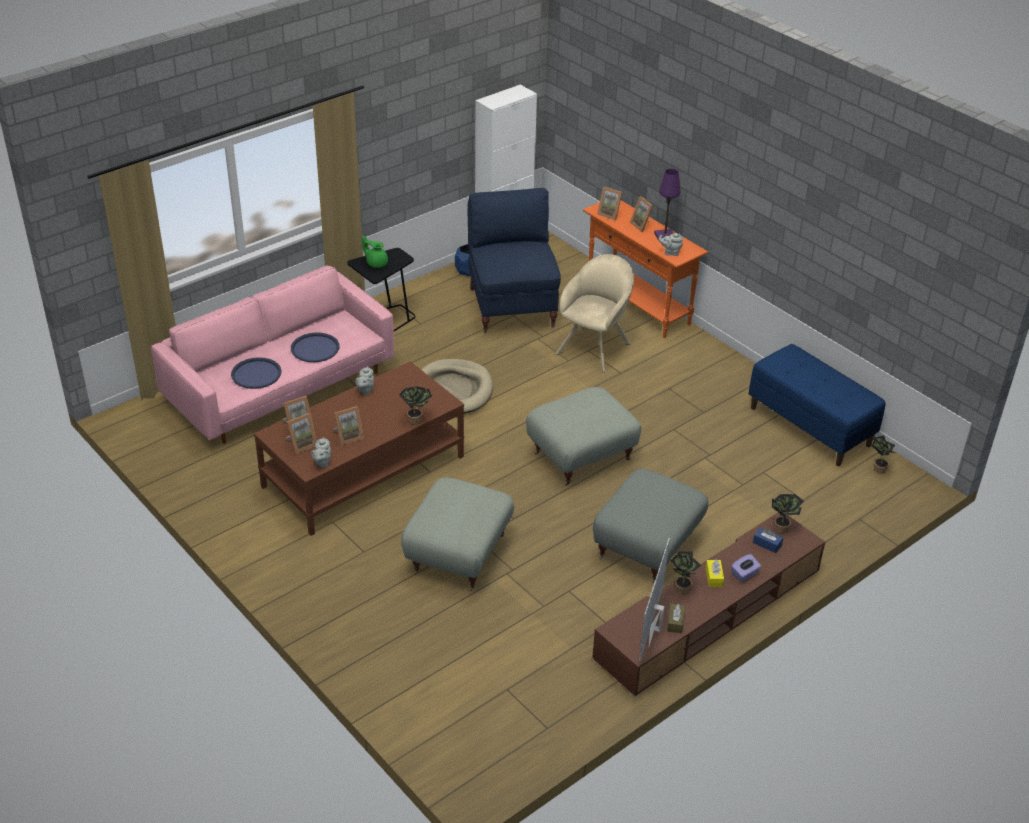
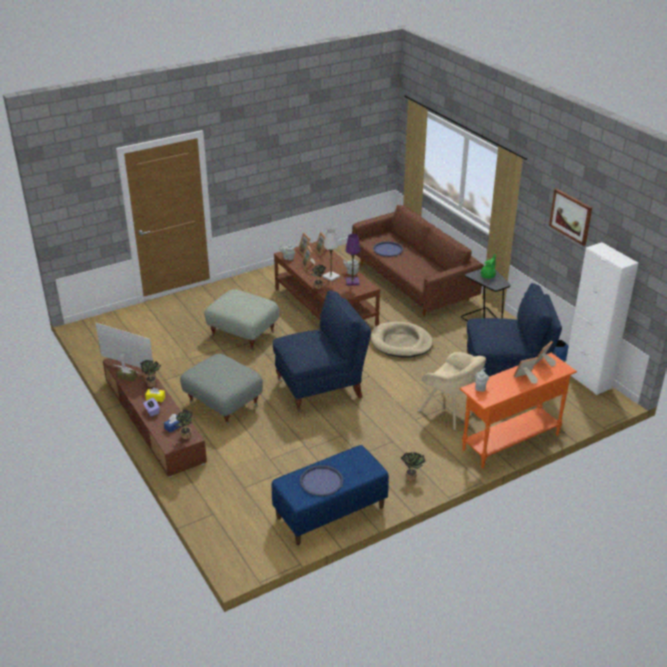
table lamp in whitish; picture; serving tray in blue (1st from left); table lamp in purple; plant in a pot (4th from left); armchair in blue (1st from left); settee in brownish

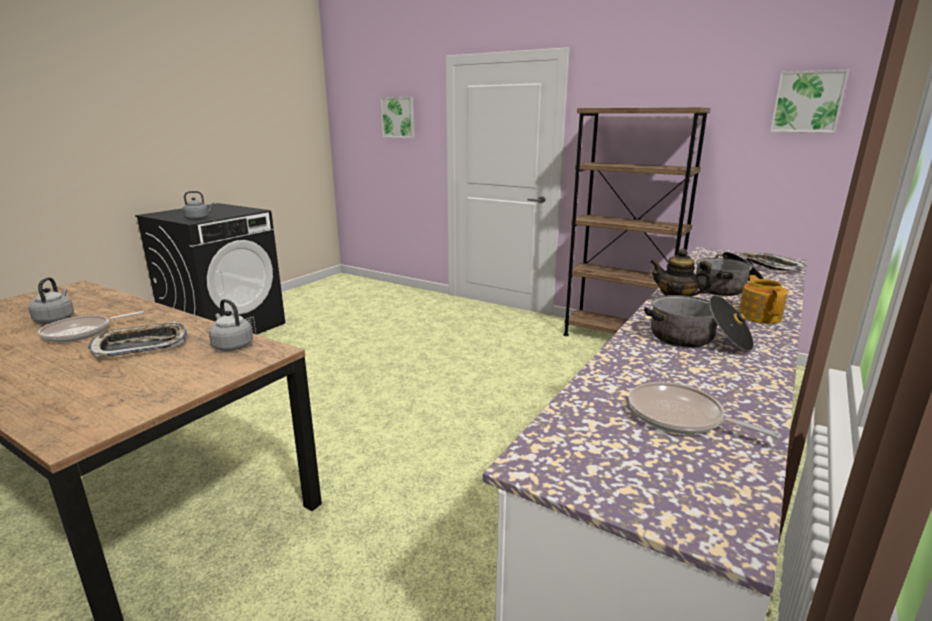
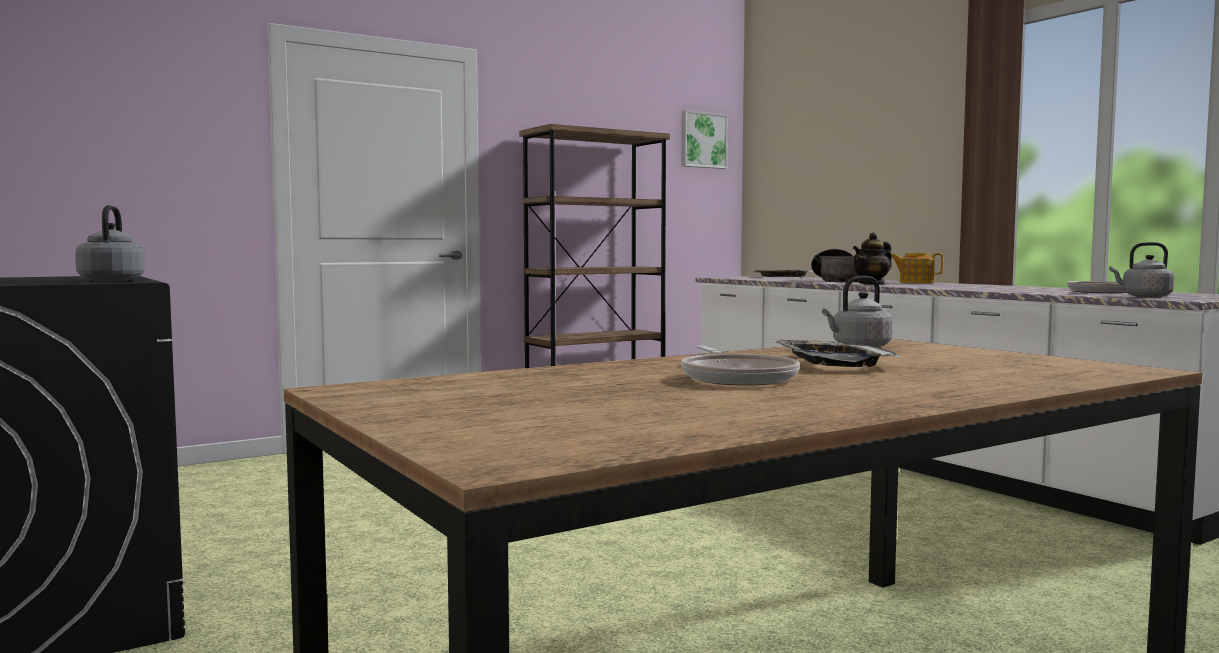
picture (1st from left in the first image); saucepot (1st from left in the first image); water kettle in grey (3rd from left)

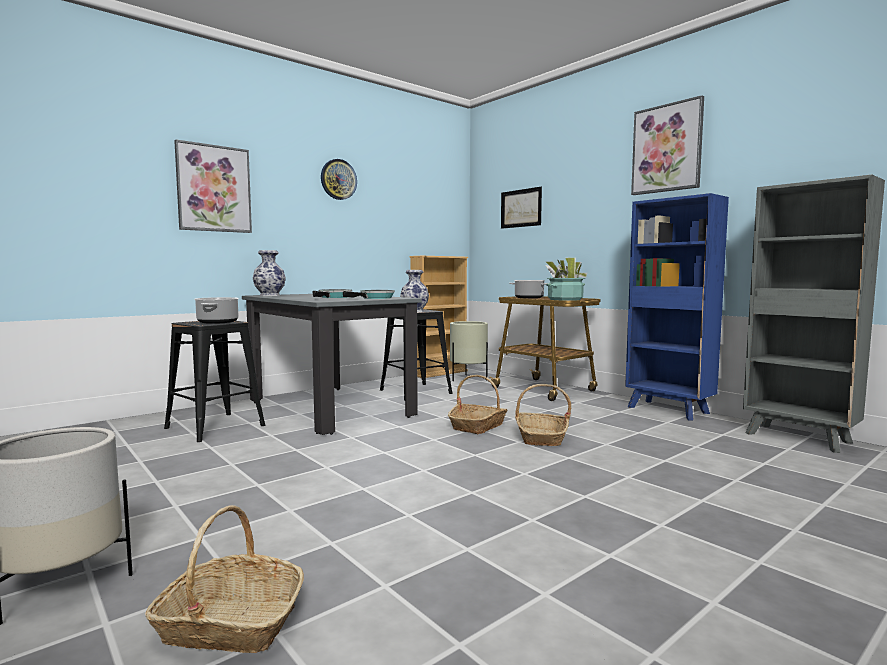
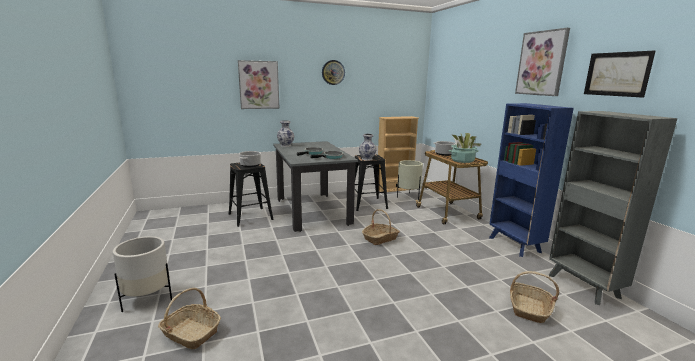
picture (3rd from left); storage basket (3rd from left)

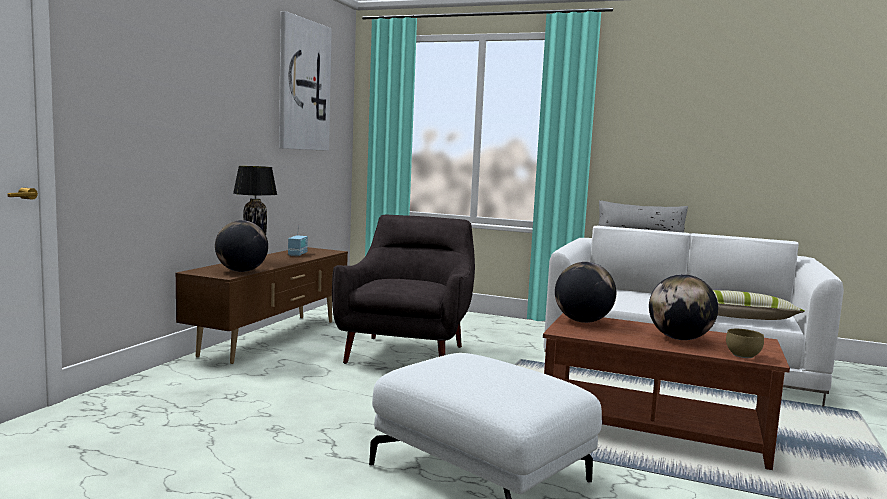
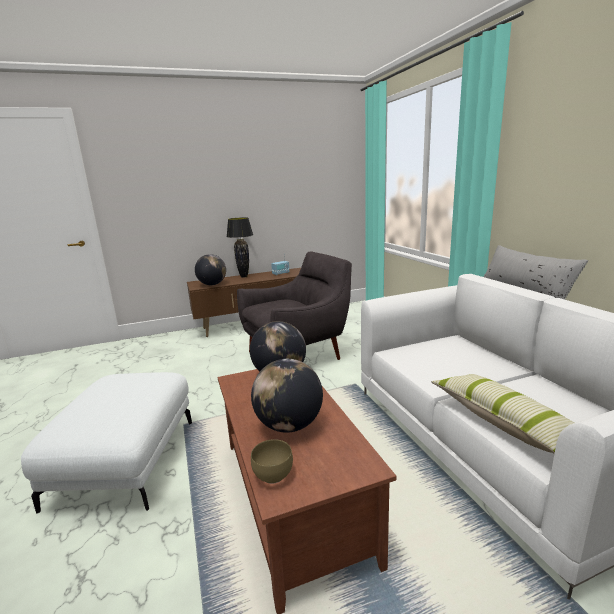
picture

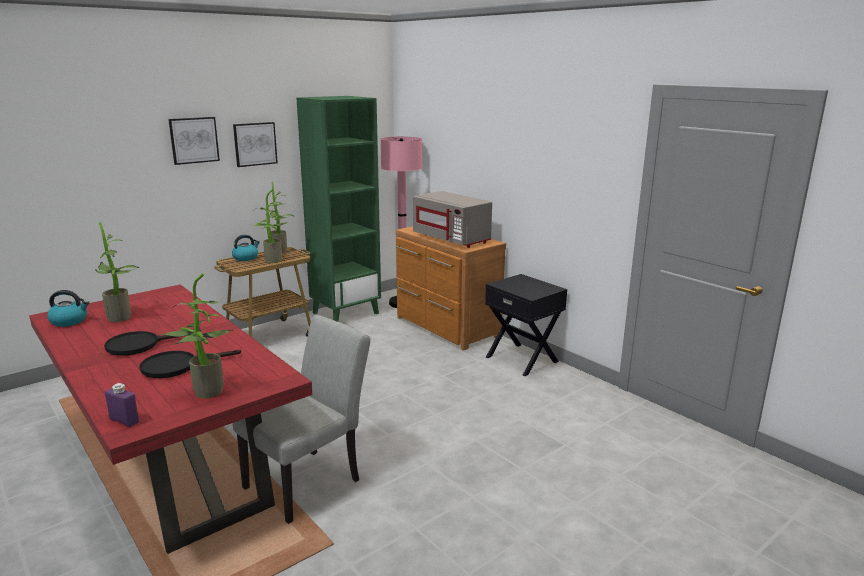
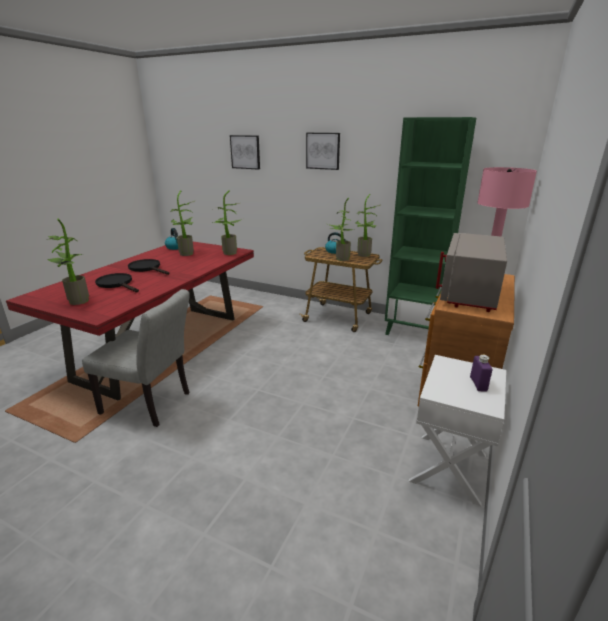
plant in a pot (3rd from left); drink bottle in purple; picture (1st from left); nightstand in whitish

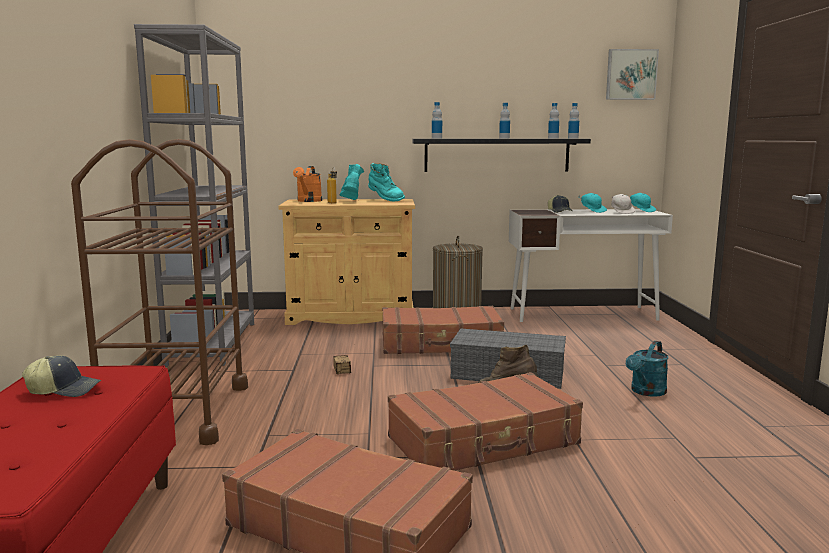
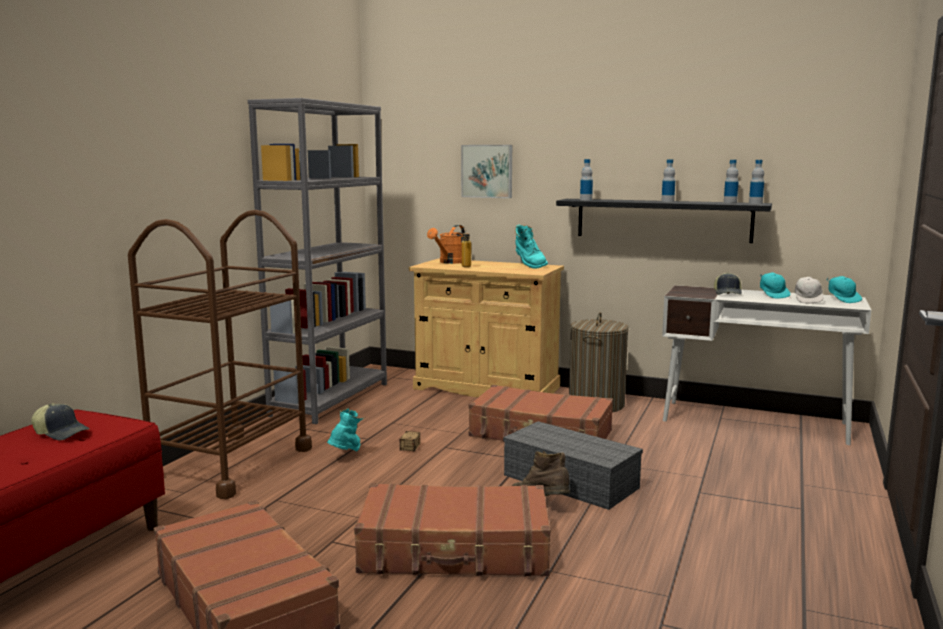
watering pot in blue-green; boot in blue-green (1st from left); picture

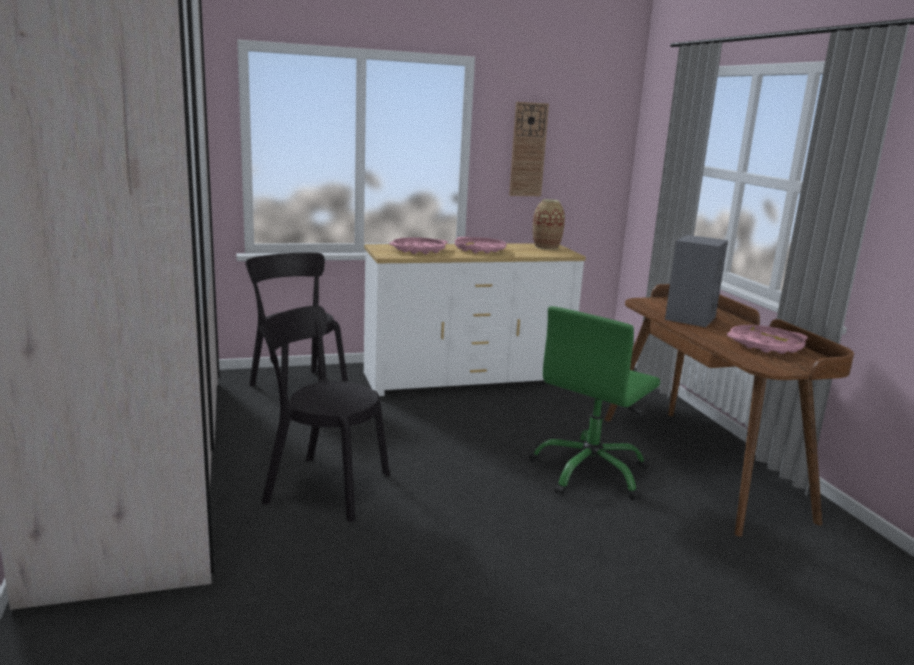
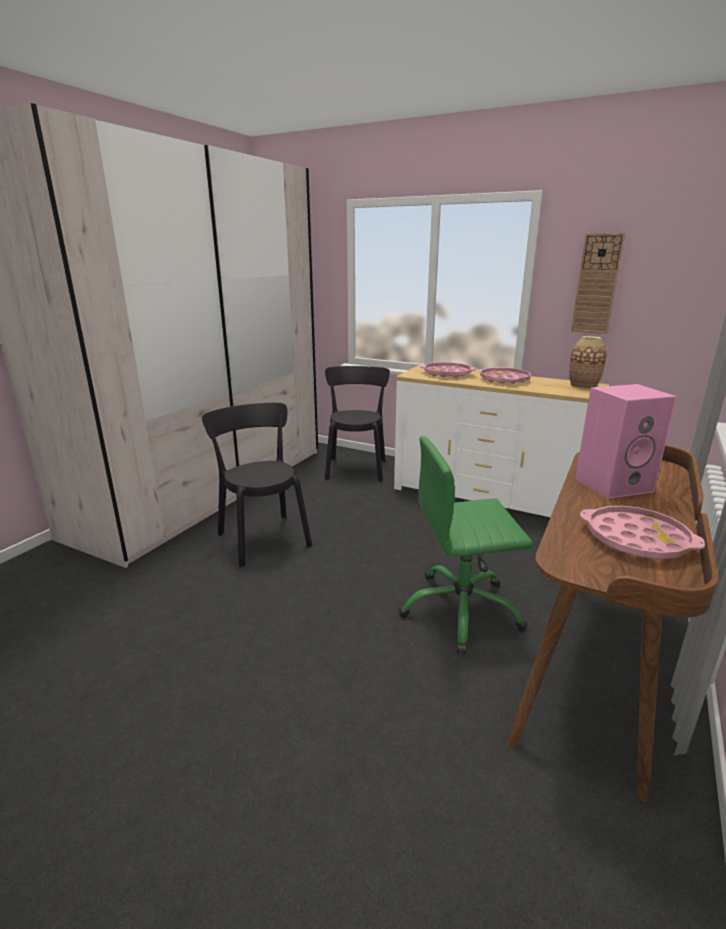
speaker in pinkish

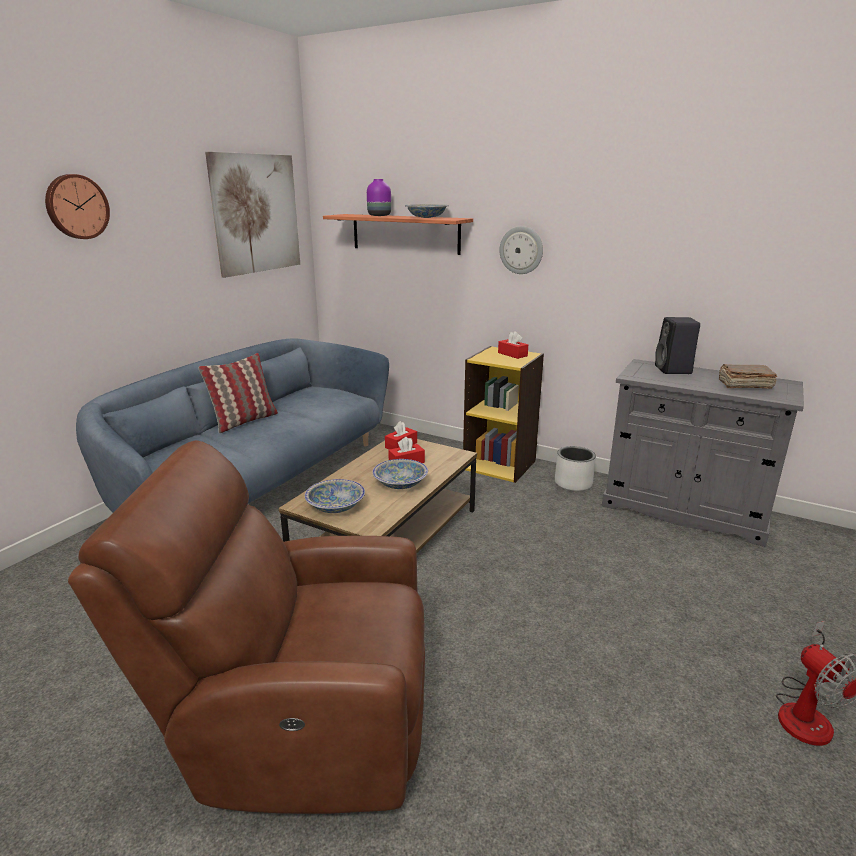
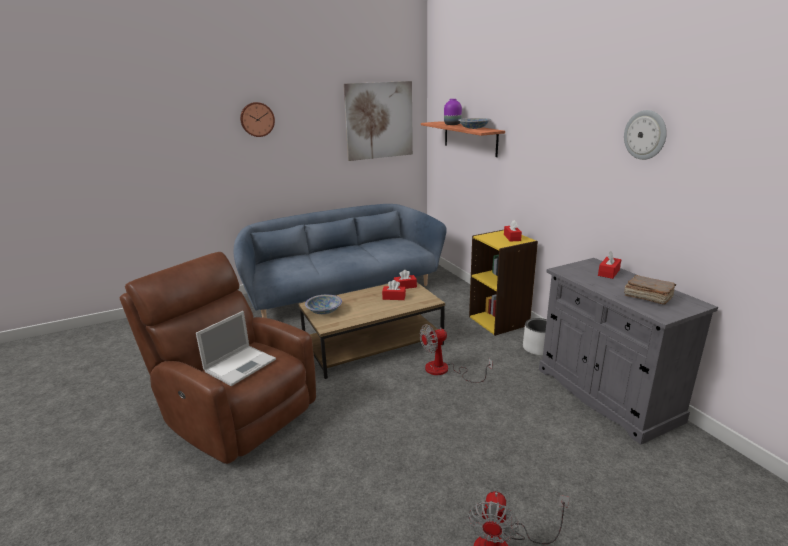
pillow; serving bowl (2nd from left in the first image); laptop; fan (1st from left); wall clock (2nd from left); box of tissues in reddish (4th from left)

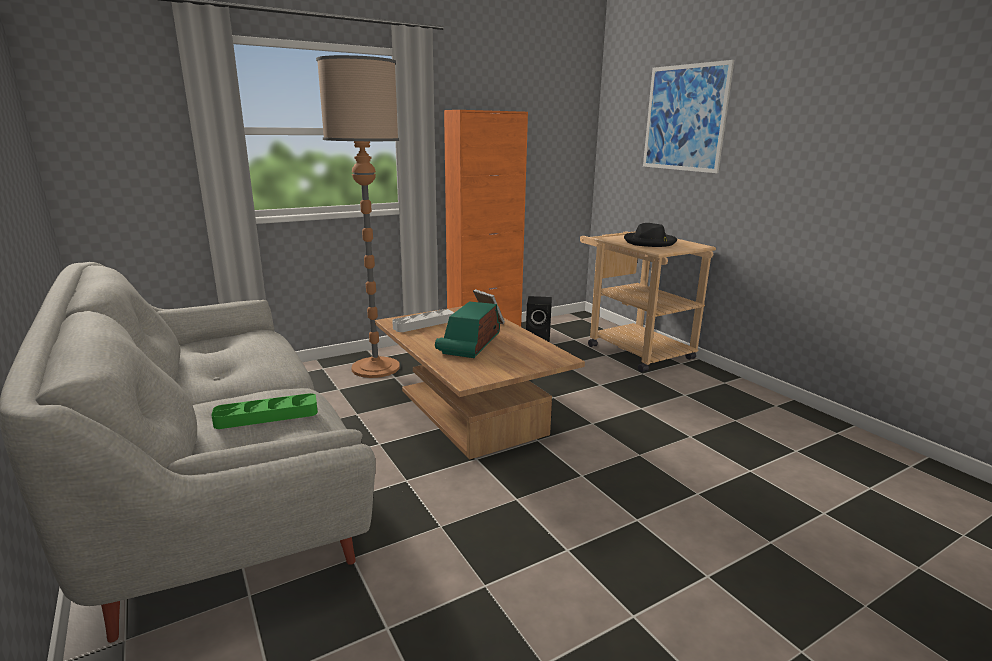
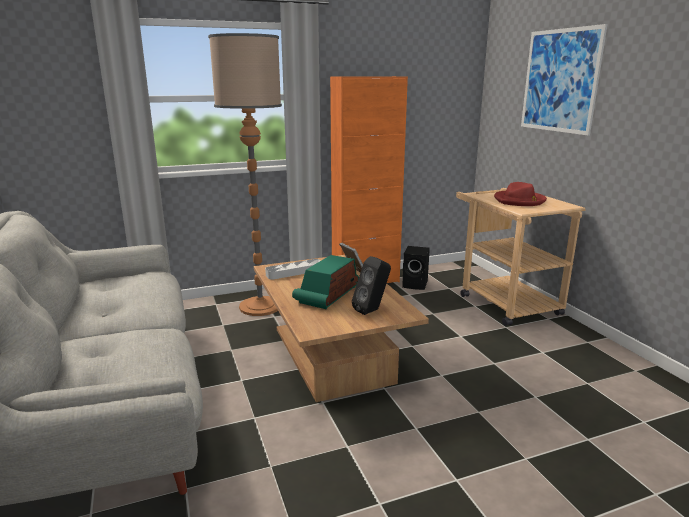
serving tray in greenish; speaker in blackish (1st from left); wearable hat in reddish

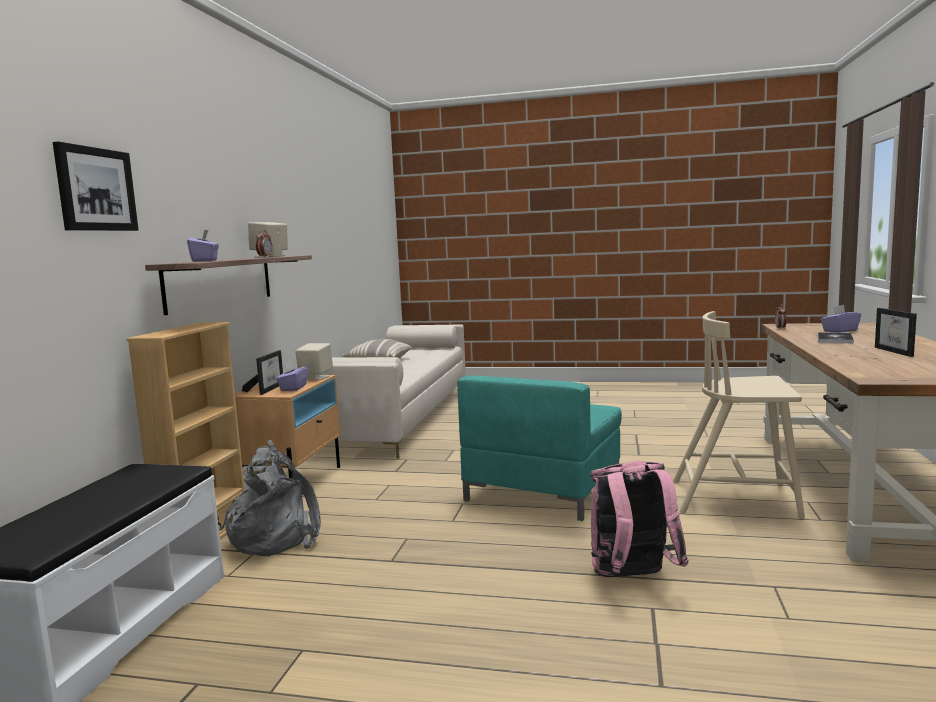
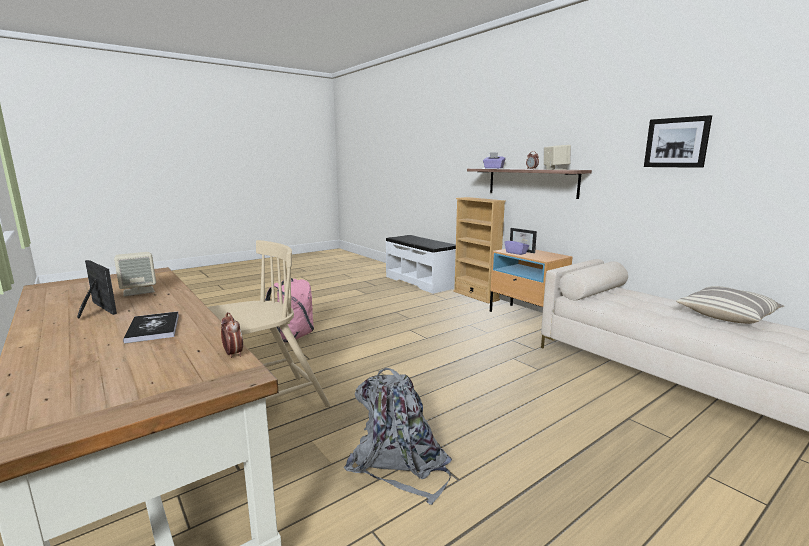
armchair in blue-green; box of tissues in purple (3rd from left in the first image); picture; rucksack in grey; speaker in sand-coloured (1st from left)

